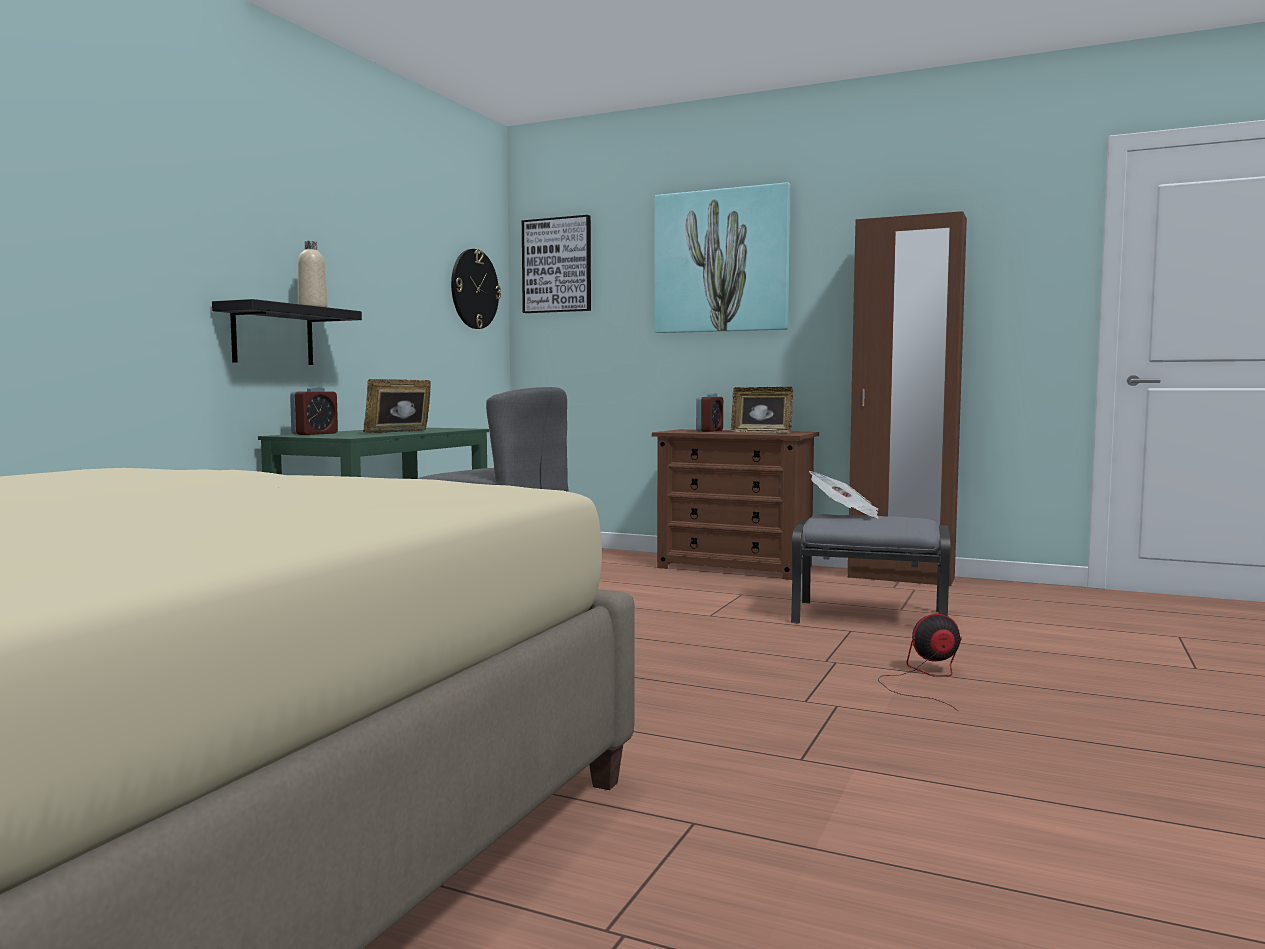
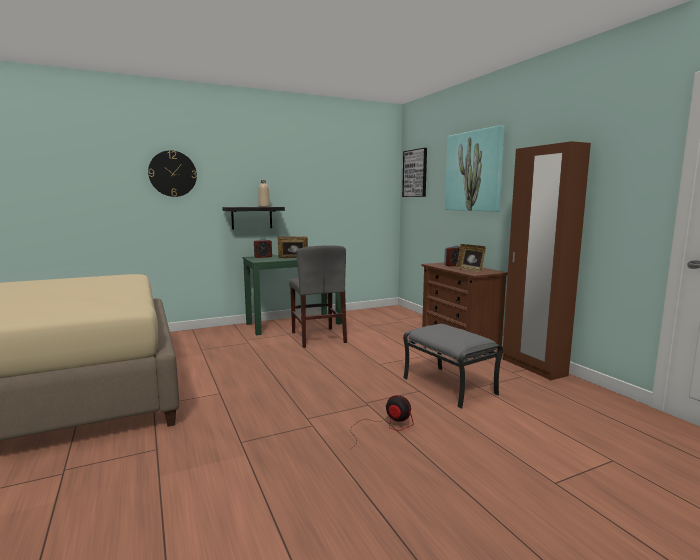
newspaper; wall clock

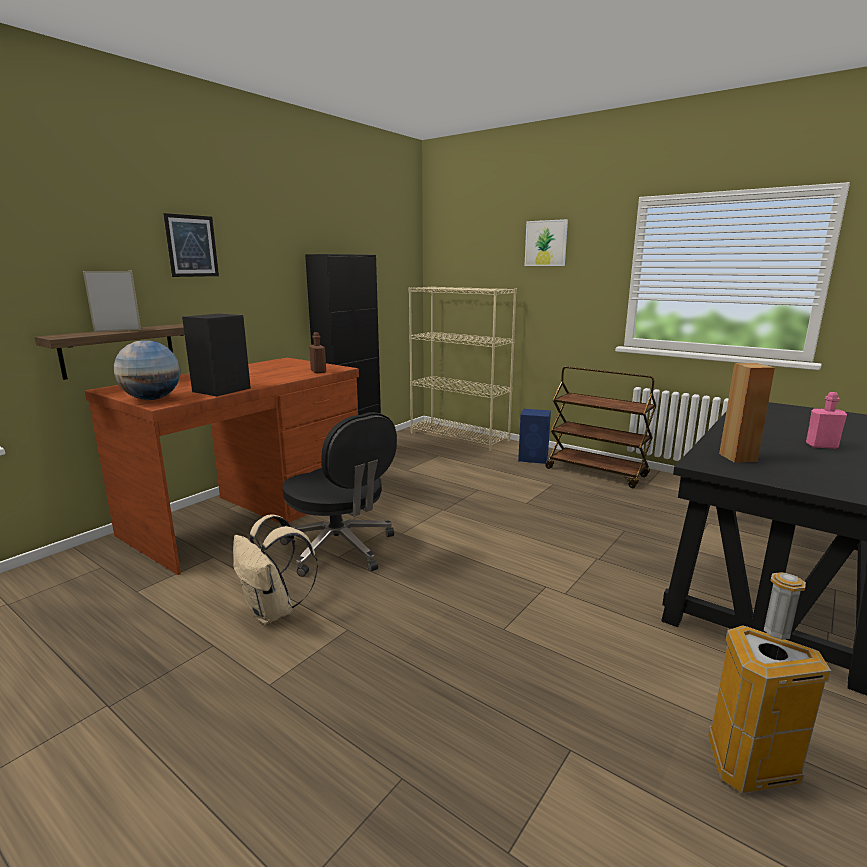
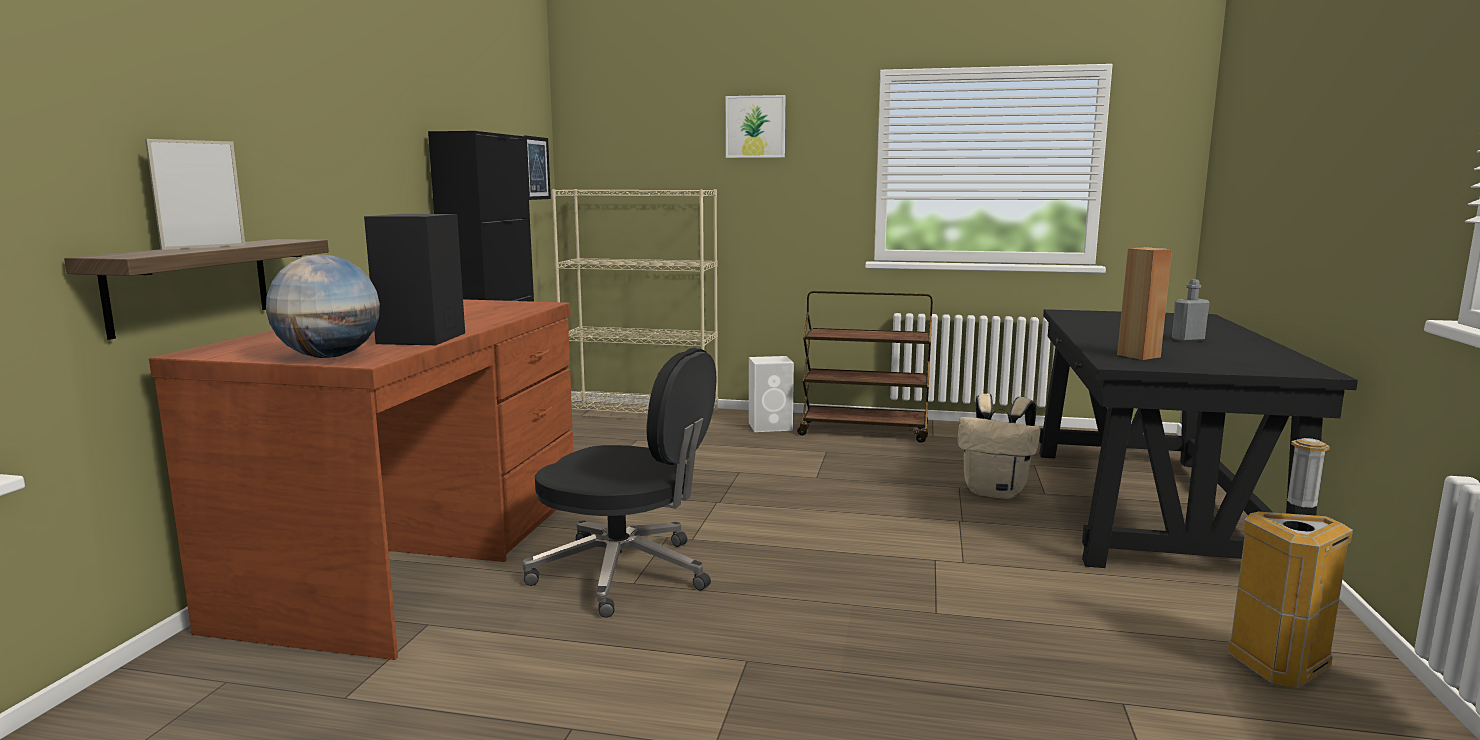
drink bottle in brownish; picture (1st from left); rucksack in sand-coloured; speaker in whitish; drink bottle in grey

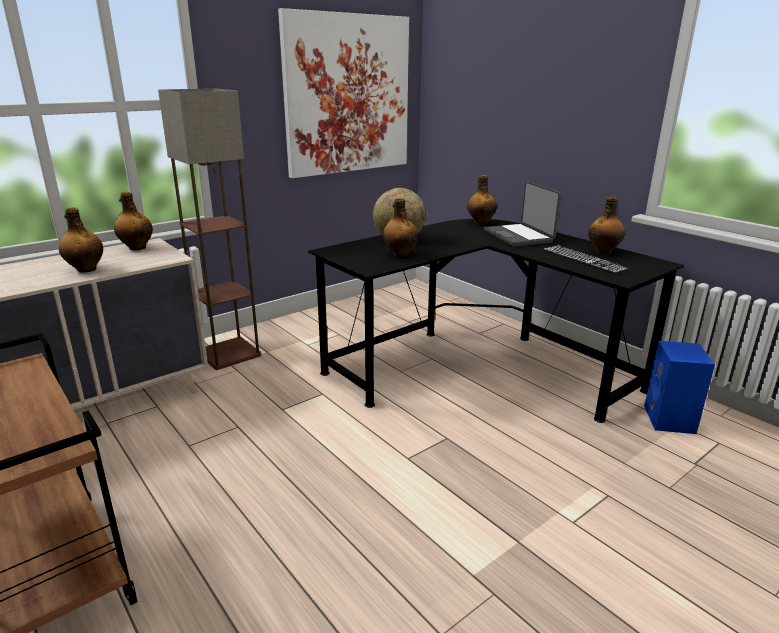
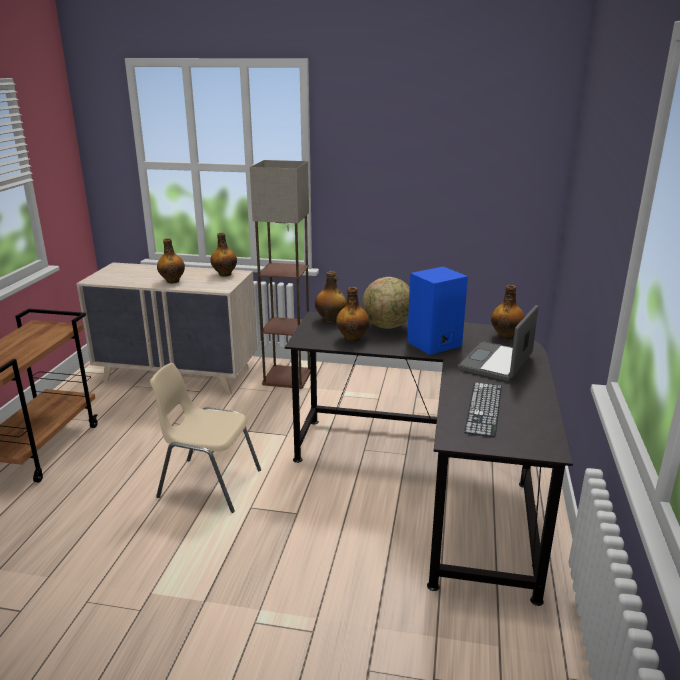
picture; chair in sand-coloured; drink bottle (3rd from left); speaker in blue

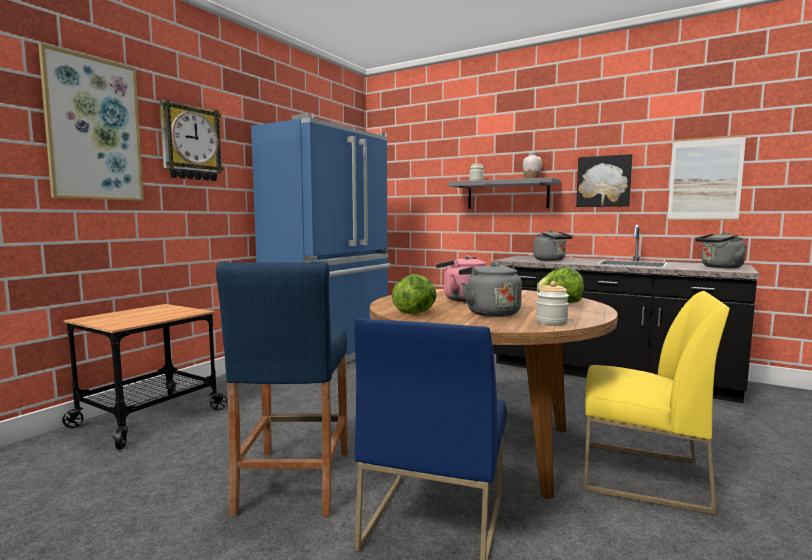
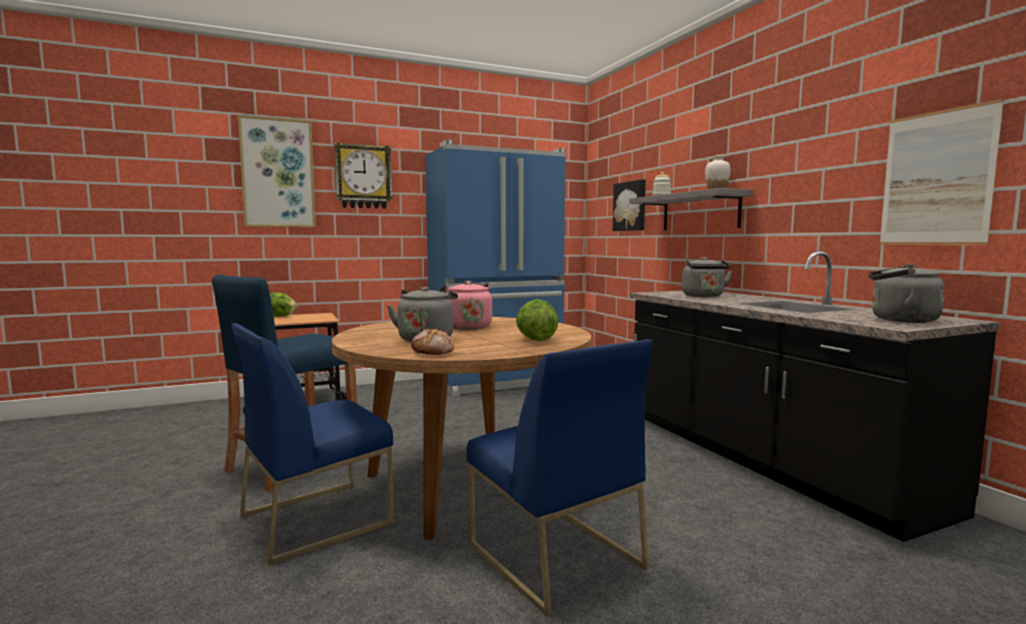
lettuce (1st from left); picture (2nd from left); bakery bread; chair in blue (2nd from left)

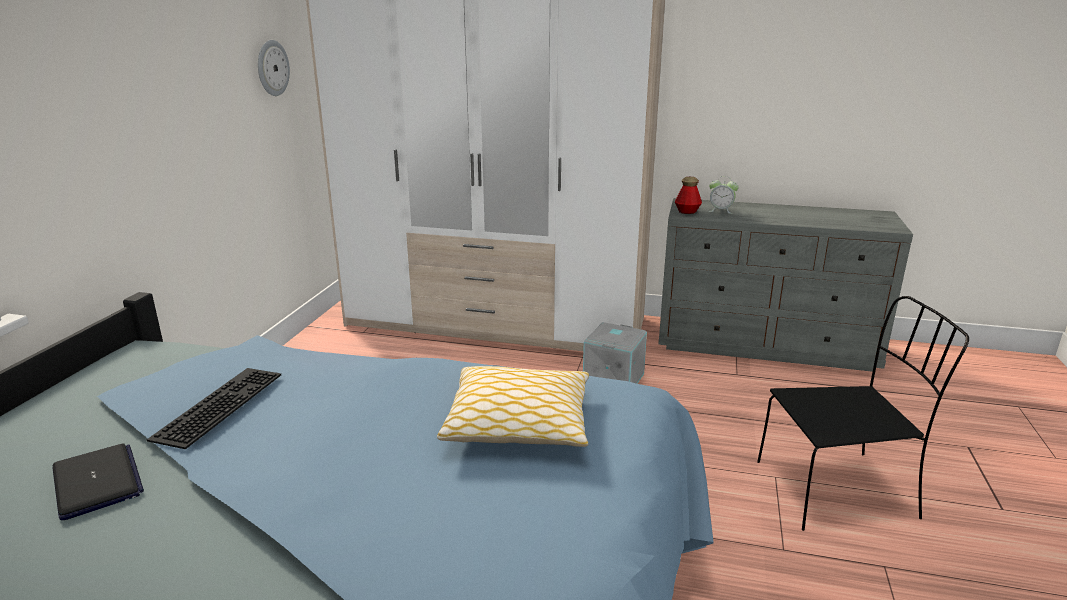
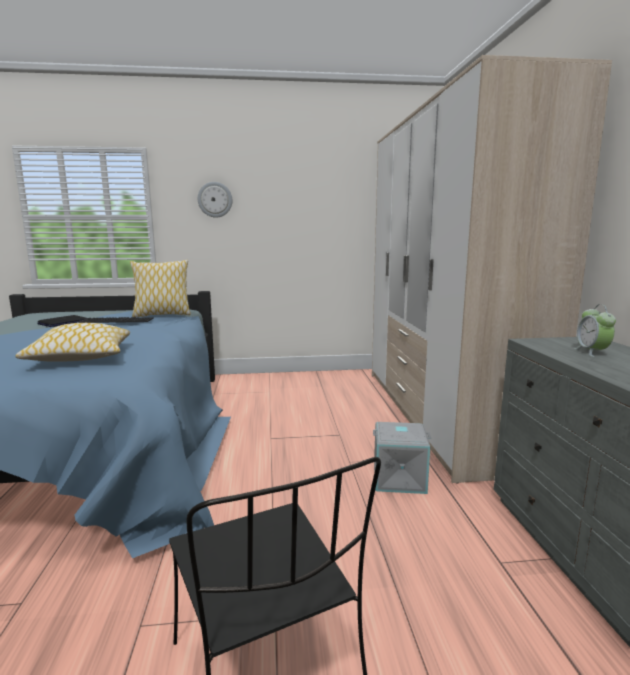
drink bottle; pillow (2nd from left); wall clock

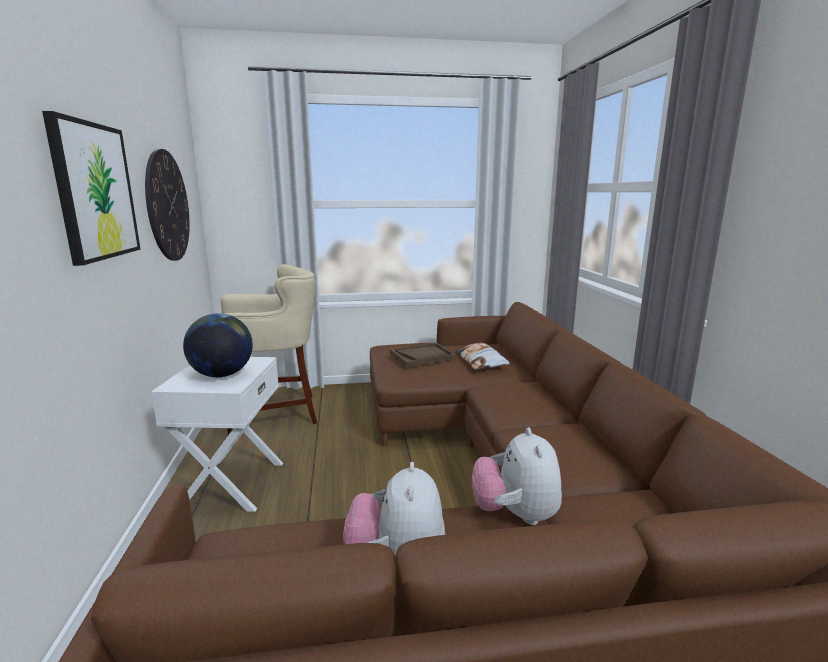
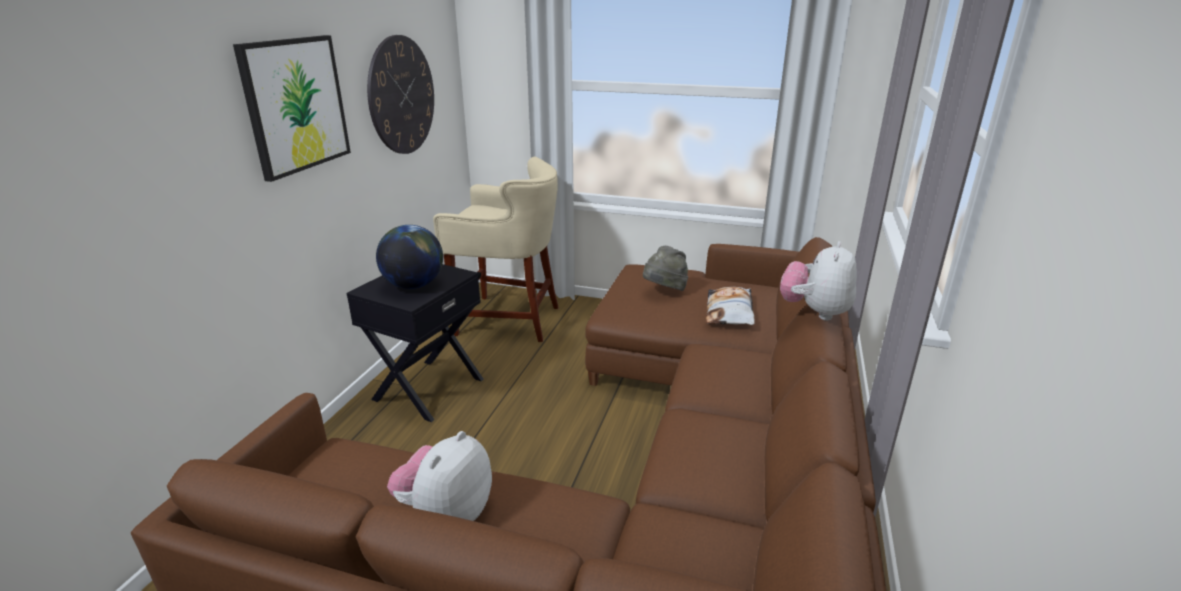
cuddly toy (2nd from left); wearable hat in grey; side table in blackish

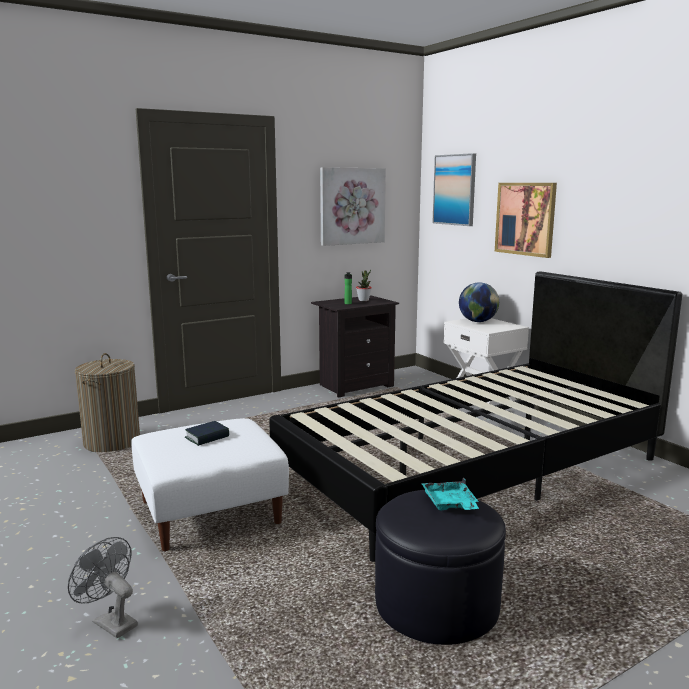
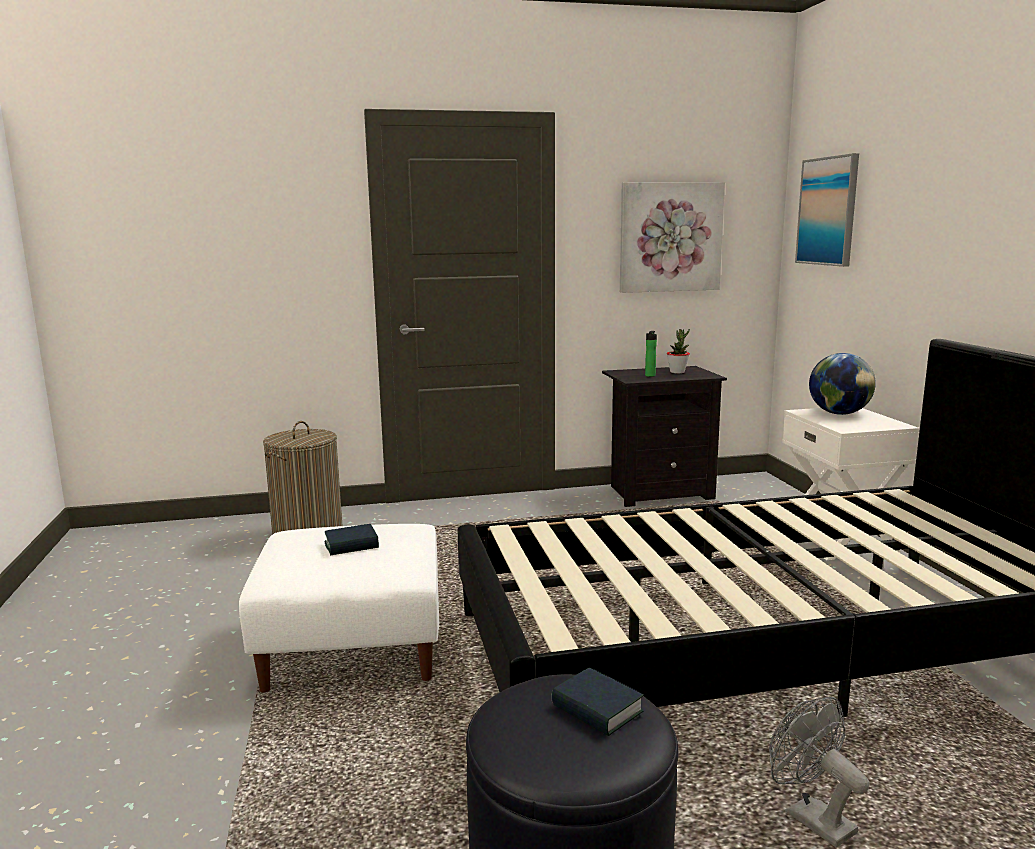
picture (3rd from left in the first image); fan in grey; bound book (2nd from left)

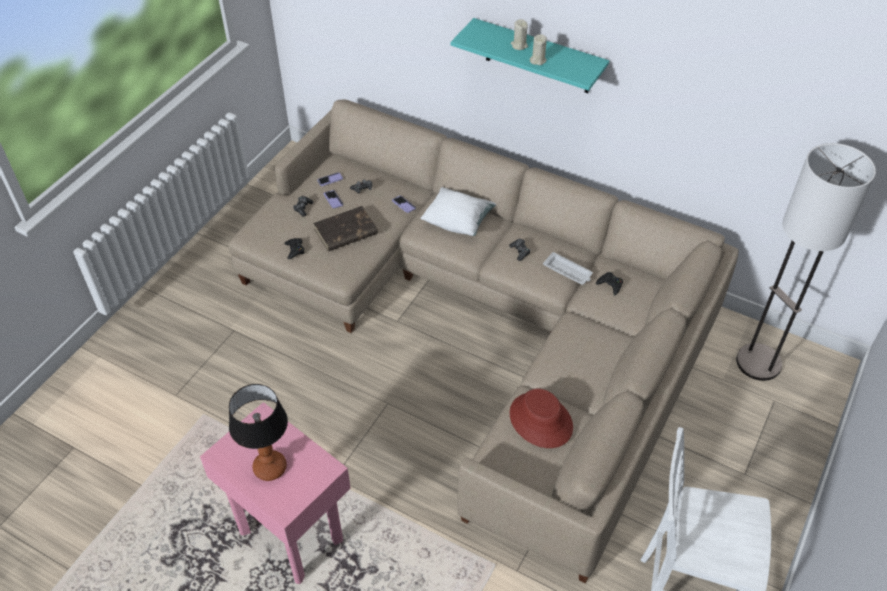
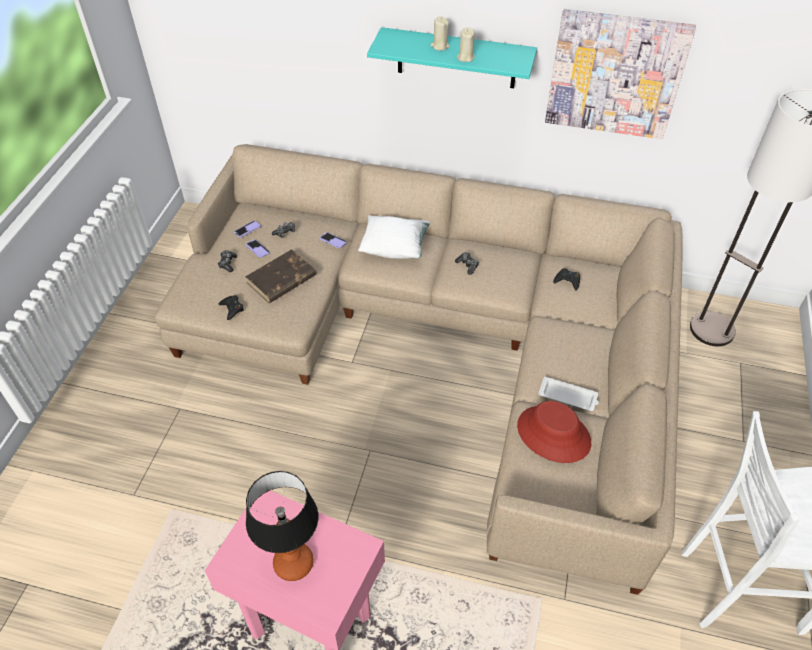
picture; serving tray in whitish

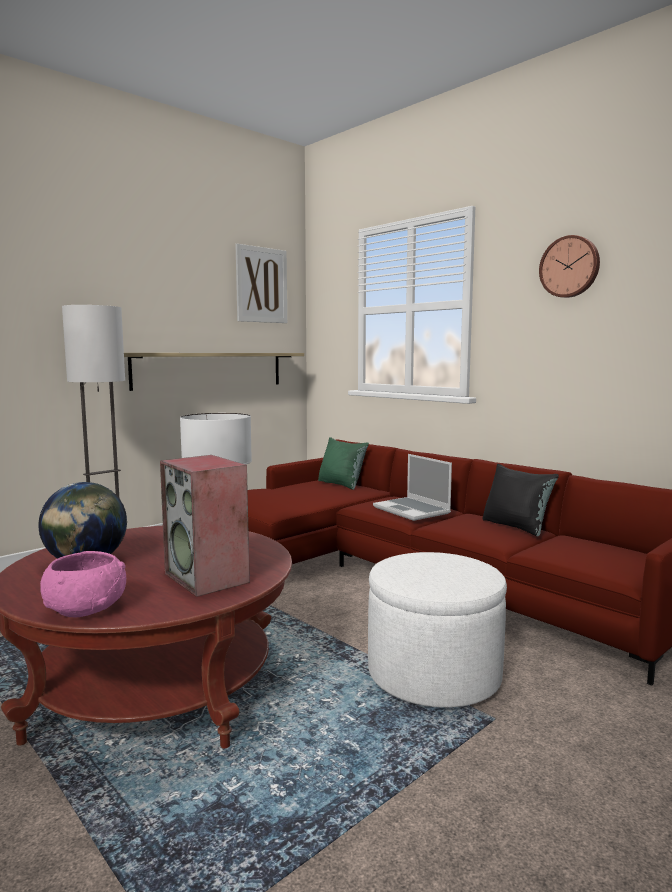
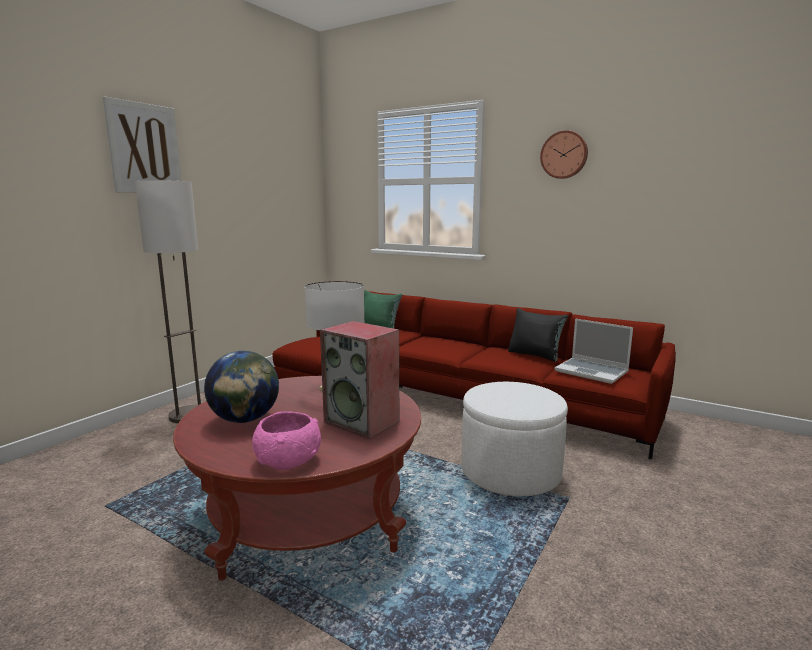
shelf; picture; laptop

